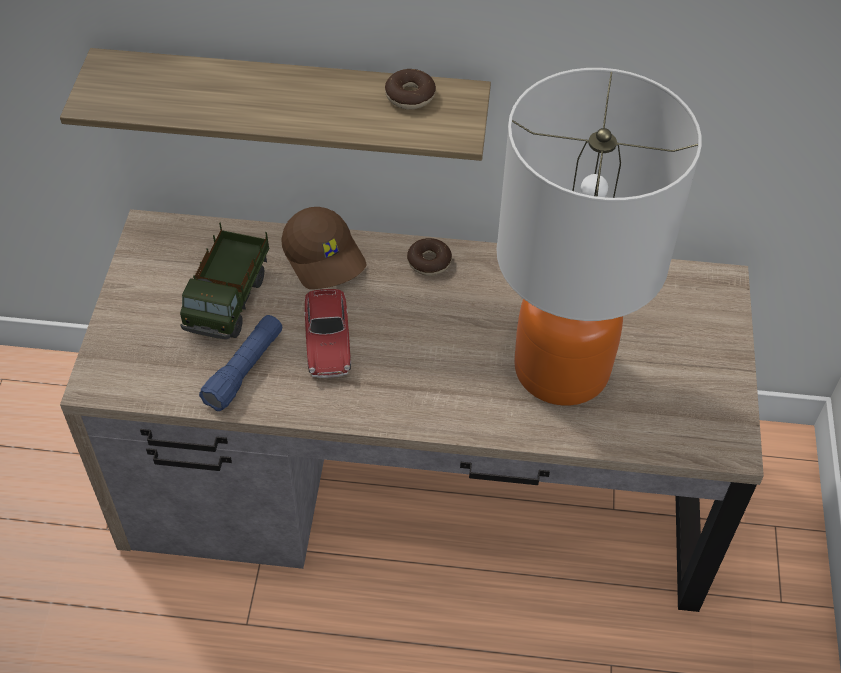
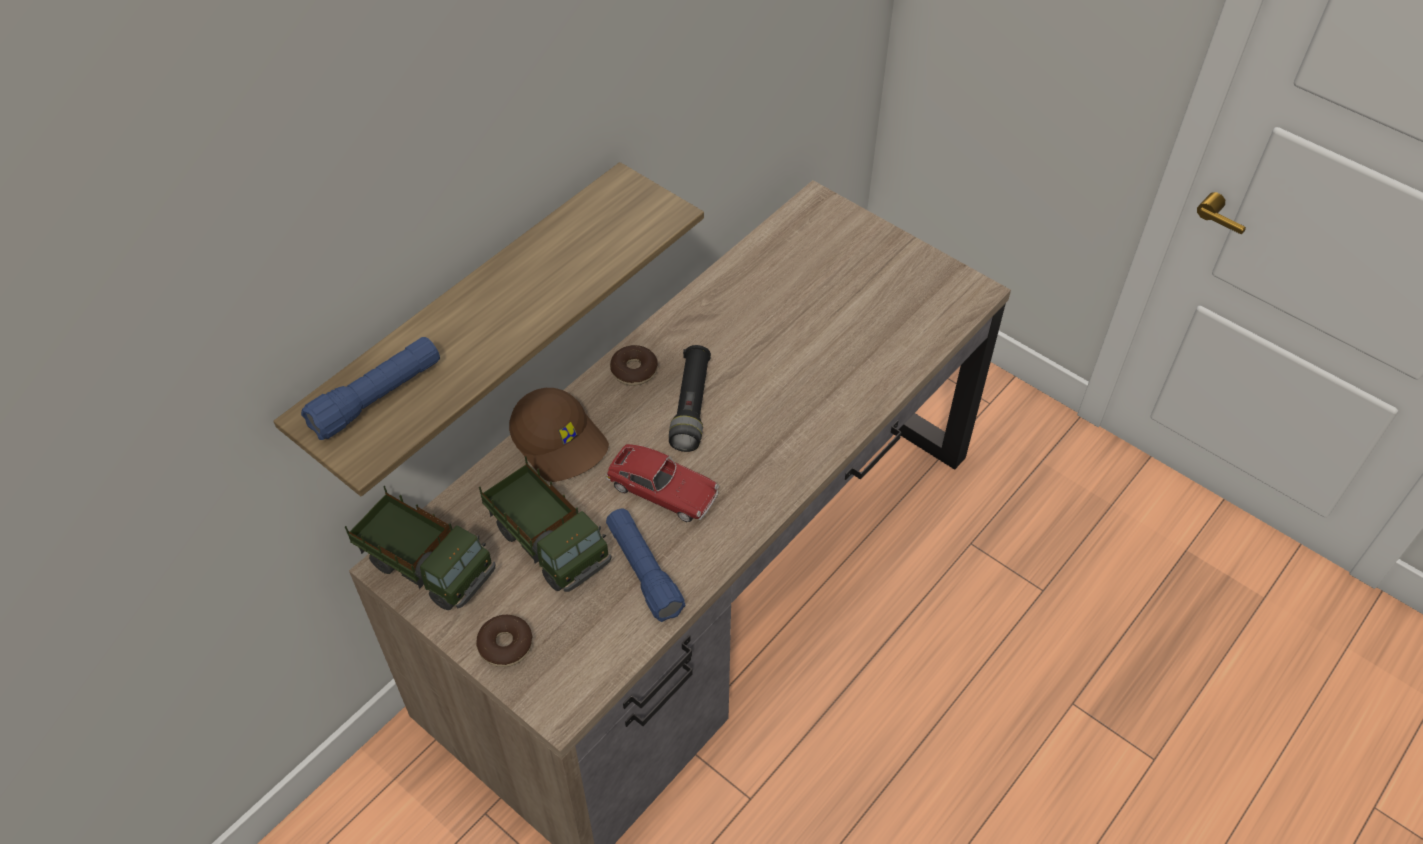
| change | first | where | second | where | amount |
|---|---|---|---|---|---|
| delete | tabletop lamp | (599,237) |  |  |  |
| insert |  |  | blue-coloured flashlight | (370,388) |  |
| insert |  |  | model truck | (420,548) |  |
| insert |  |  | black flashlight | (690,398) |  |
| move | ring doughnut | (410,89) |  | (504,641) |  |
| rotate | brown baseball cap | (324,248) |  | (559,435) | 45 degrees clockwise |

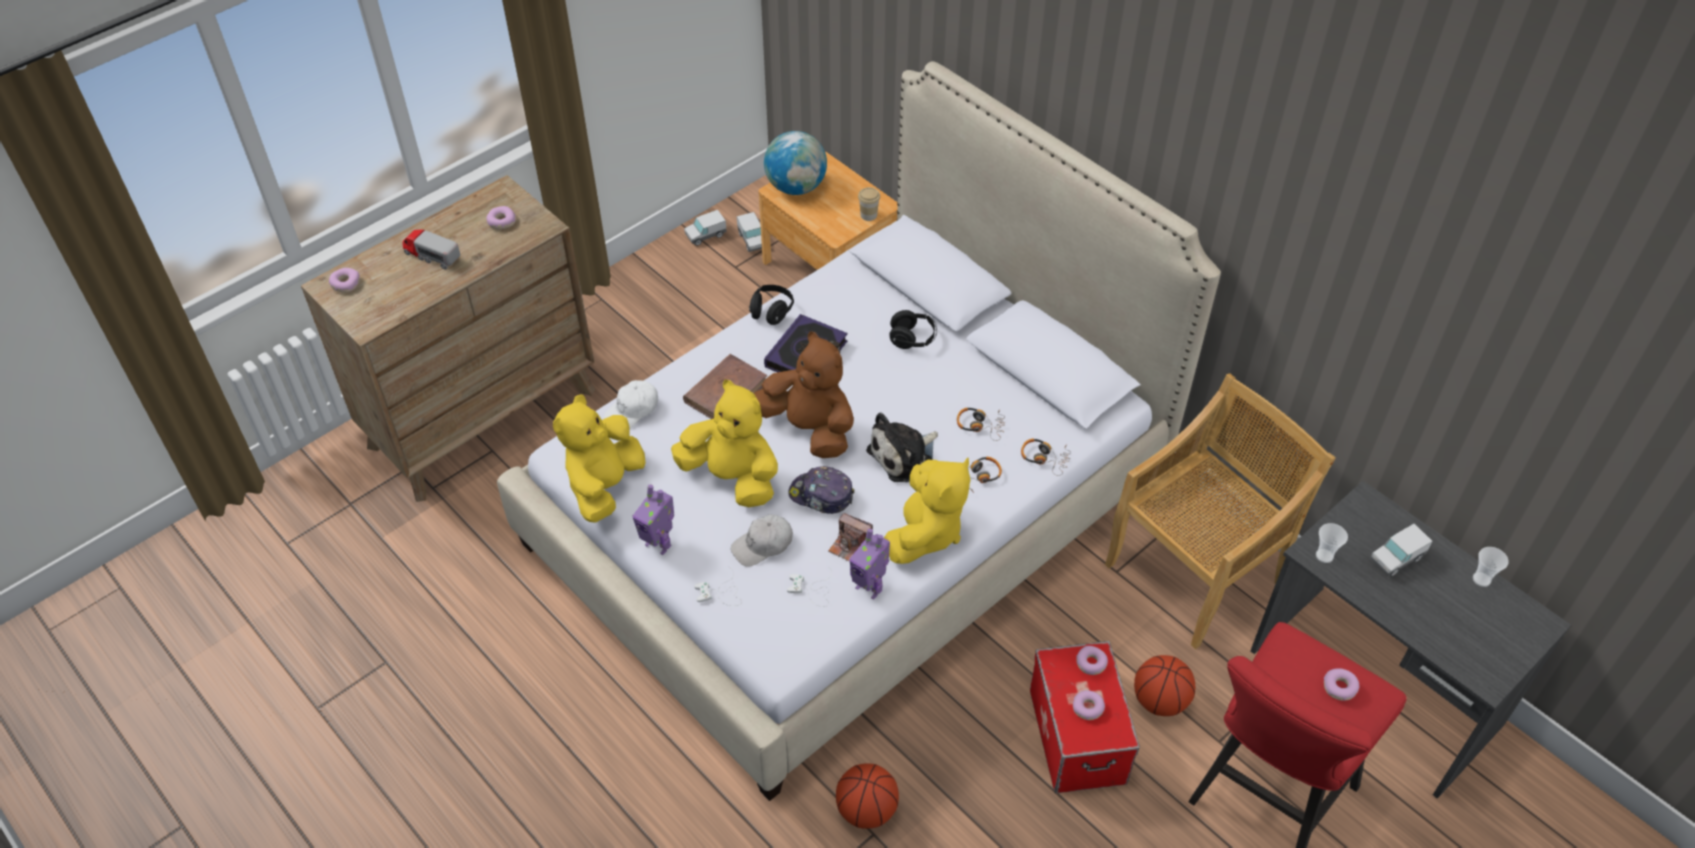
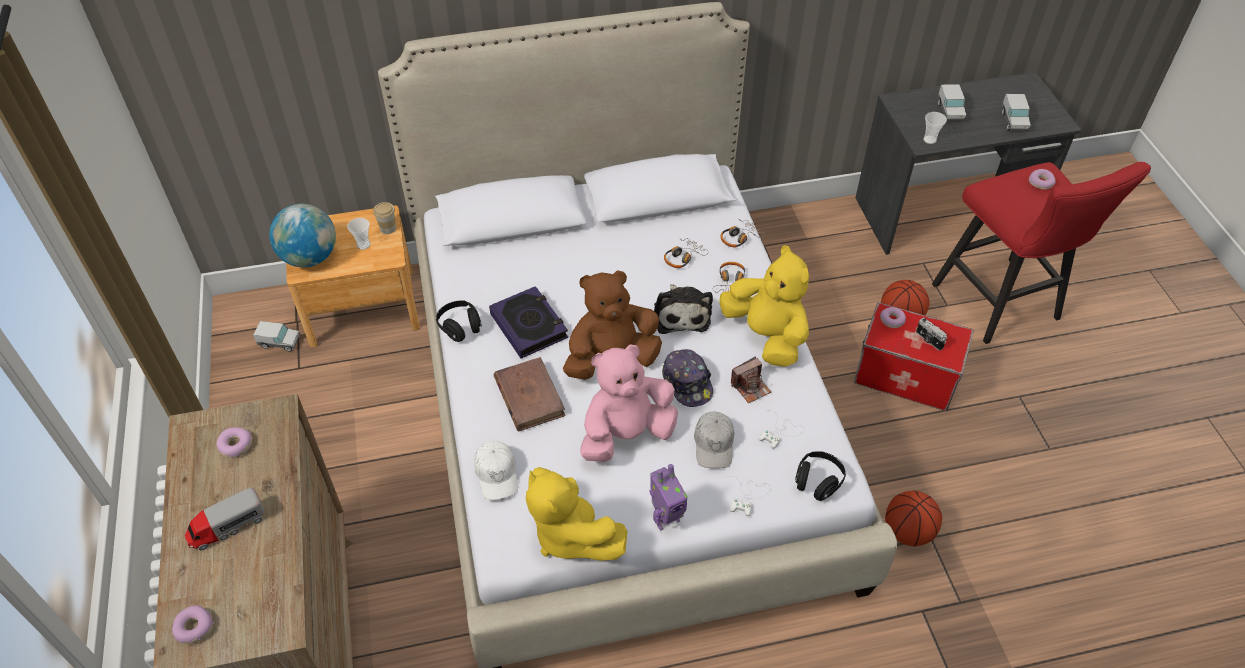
| change | first | where | second | where | amount |
|---|---|---|---|---|---|
| delete | model robot | (870,564) |  |  |  |
| delete | sand-coloured upright chair | (1220,511) |  |  |  |
| move | model truck | (705,228) |  | (1016,112) |  |
| move | black pair of headphones | (913,329) |  | (820,476) |  |
| move | small cup | (1491,567) |  | (358,234) |  |
| replace | ring doughnut | (1089,705) | still camera | (931,334) |  |
| recolor | yellowish plush toy | (724,443) | pink plush toy | (629,403) |  |
| rotate | baseball cap | (821,490) |  | (687,378) | 75 degrees counterclockwise |

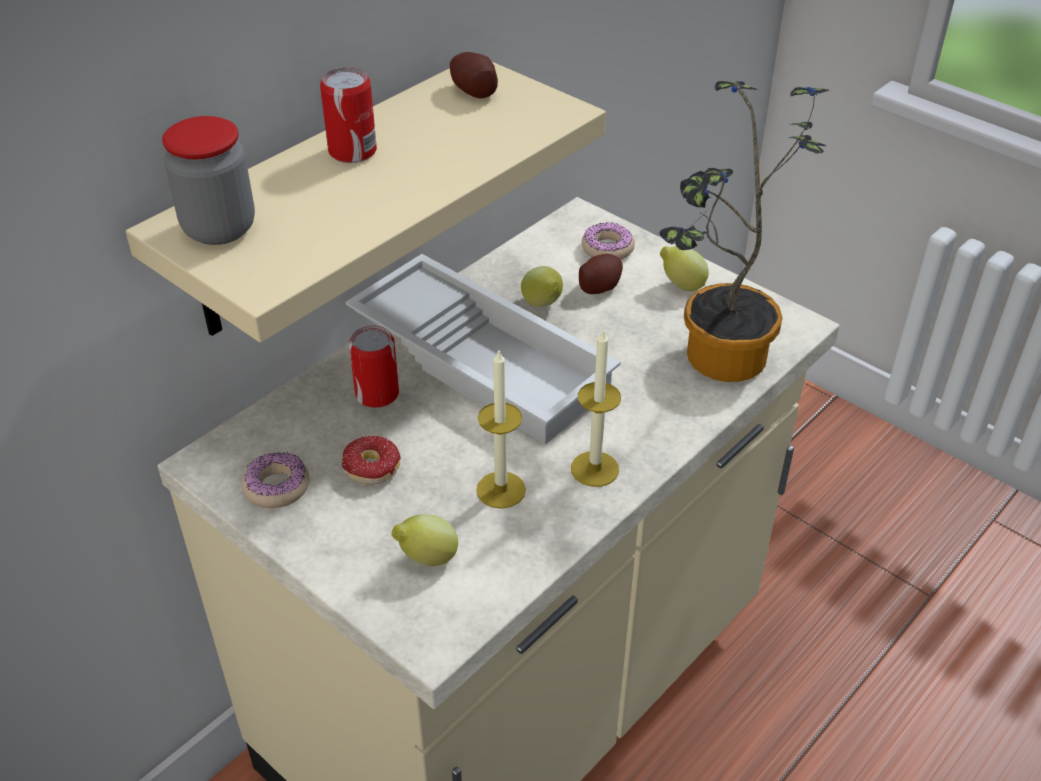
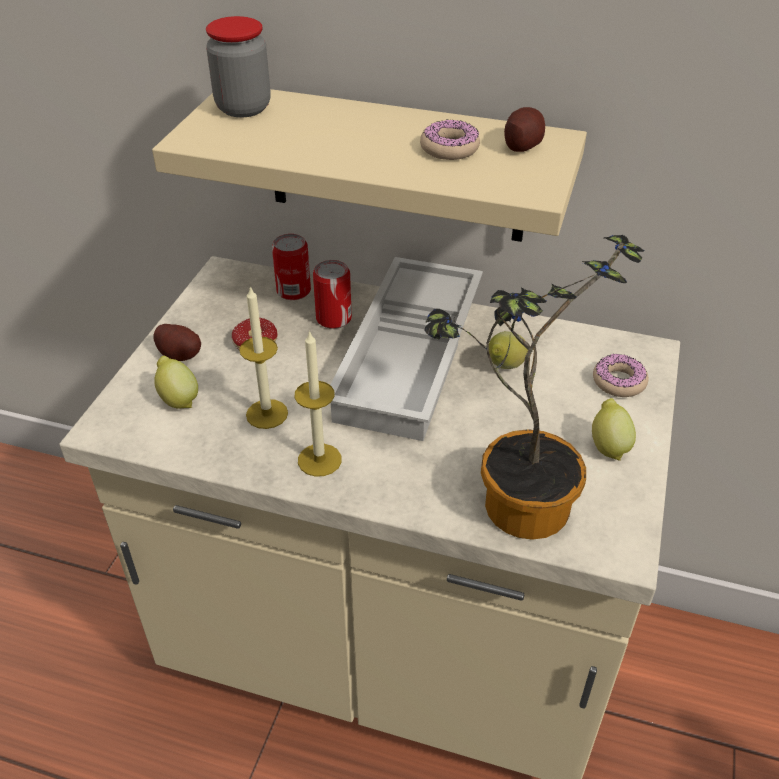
| change | first | where | second | where | amount |
|---|---|---|---|---|---|
| move | ring doughnut | (276,480) |  | (450,140) |  |
| move | metal can | (348,115) |  | (291,267) |  |
| move | potato | (601,274) |  | (177,342) |  |

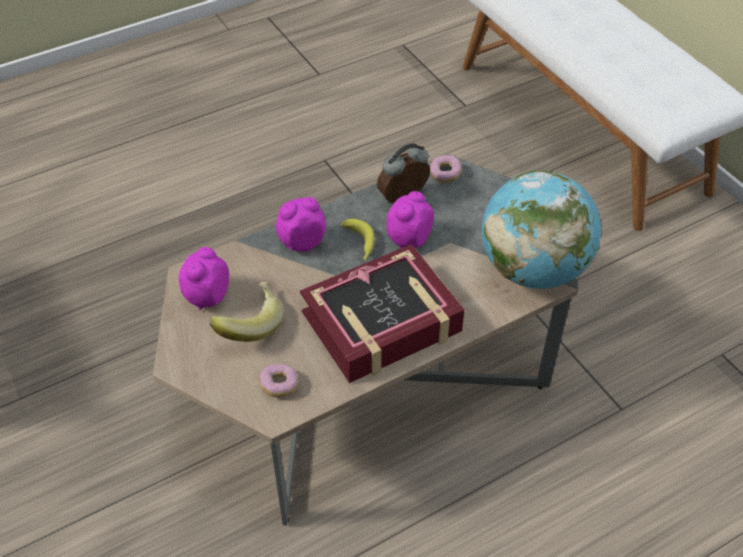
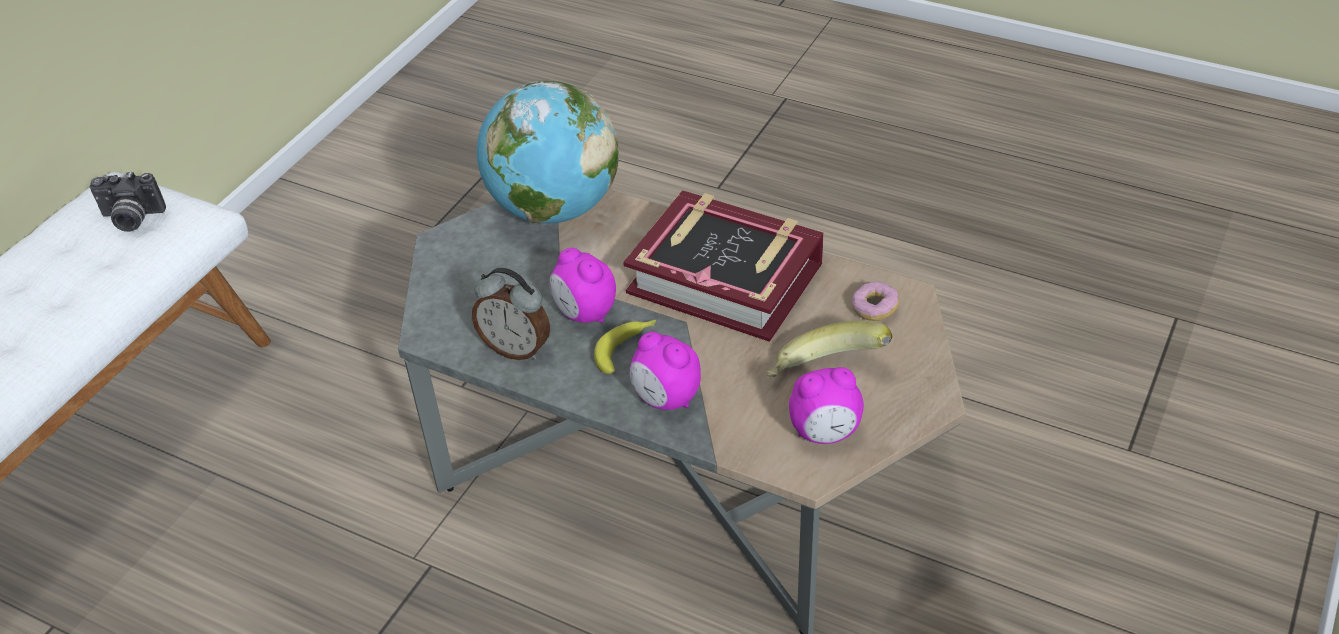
| change | first | where | second | where | amount |
|---|---|---|---|---|---|
| delete | ring doughnut | (446,169) |  |  |  |
| insert |  |  | still camera | (128,202) |  |
| rotate | bedside clock | (410,220) |  | (583,285) | 45 degrees clockwise |

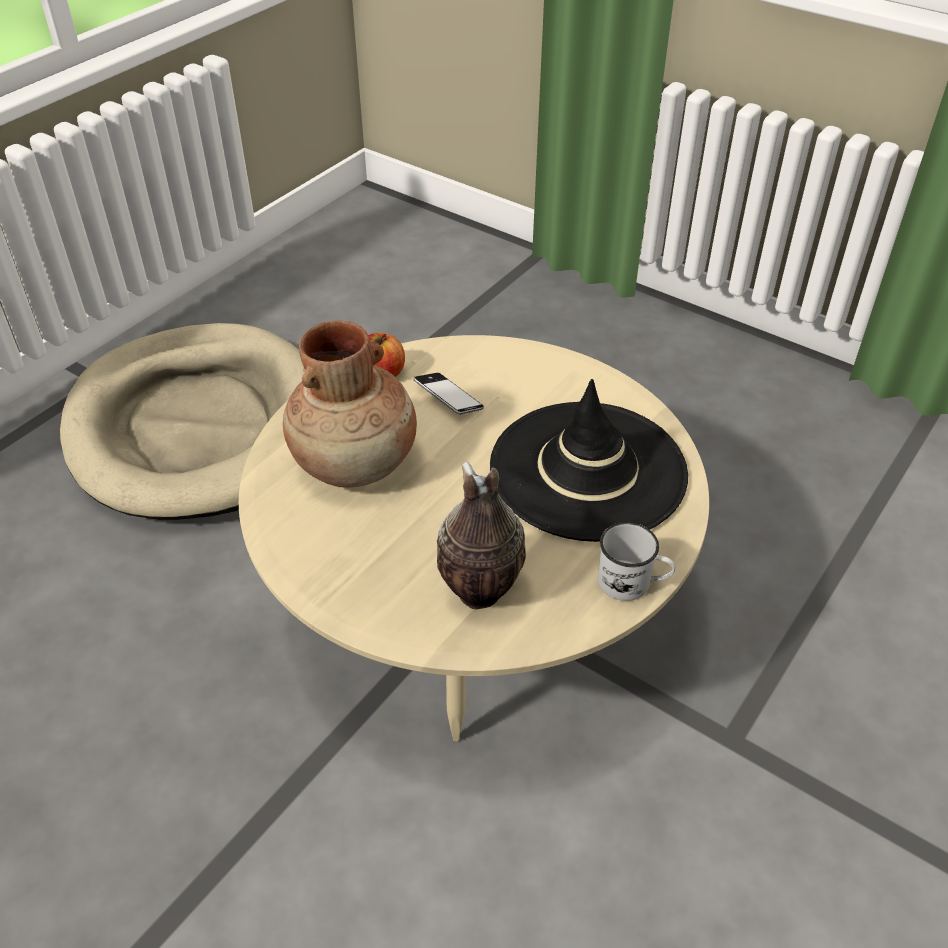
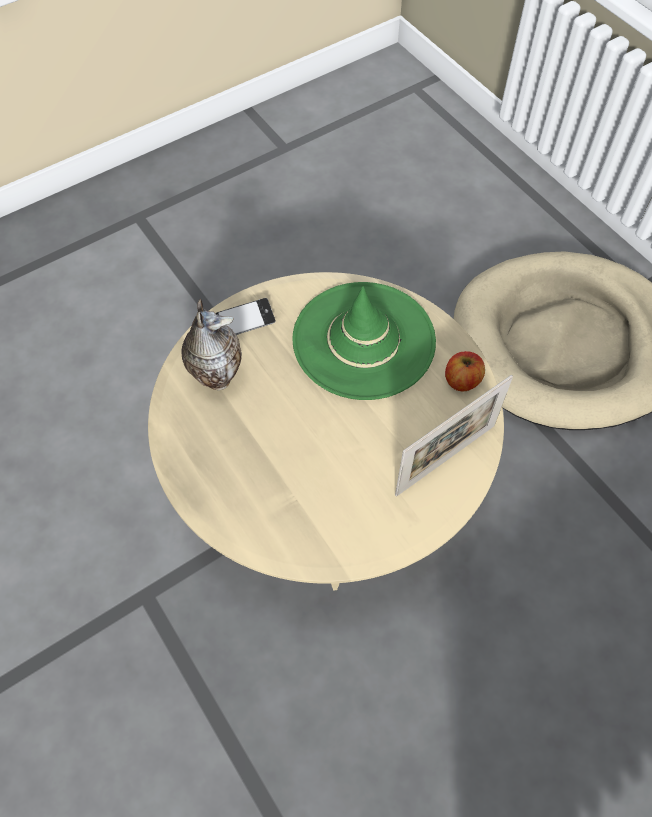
| change | first | where | second | where | amount |
|---|---|---|---|---|---|
| delete | black hat | (589,460) |  |  |  |
| delete | whitish coffee mug | (636,561) |  |  |  |
| insert |  |  | standing frame | (454,435) |  |
| move | handset | (449,393) |  | (245,316) |  |
| replace | brown vase | (350,404) | green hat | (364,341) |  |

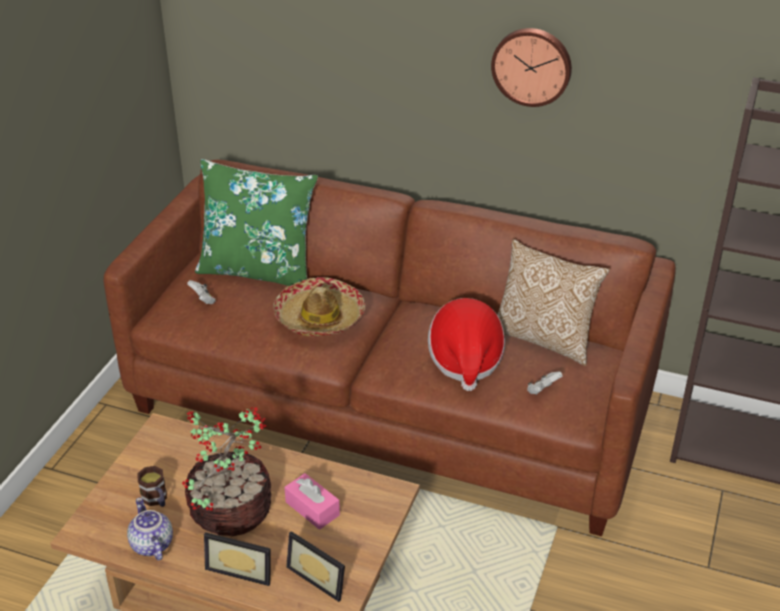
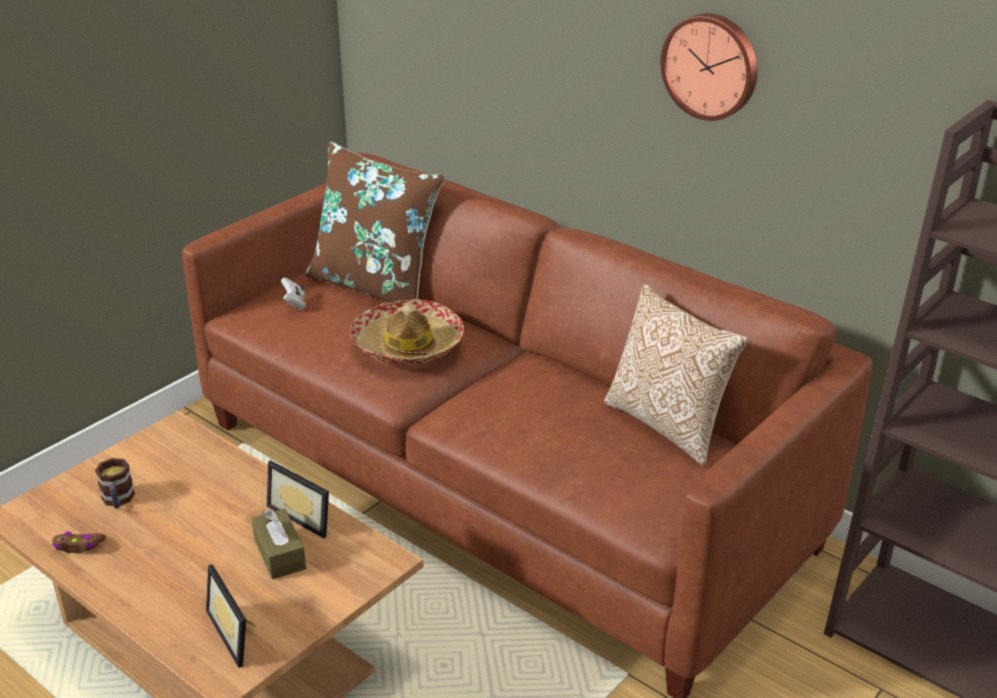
| change | first | where | second | where | amount |
|---|---|---|---|---|---|
| delete | houseplant | (226,472) |  |  |  |
| delete | hat | (466,344) |  |  |  |
| delete | whitish game controller | (545,383) |  |  |  |
| move | standing frame | (237,559) |  | (298,499) |  |
| replace | teapot | (150,529) | brown game controller | (79,542) |  |
| recolor | green throw pillow | (256,222) | brown throw pillow | (375,222) |  |
| recolor | pink box of tissues | (312,501) | brown box of tissues | (278,543) |  |

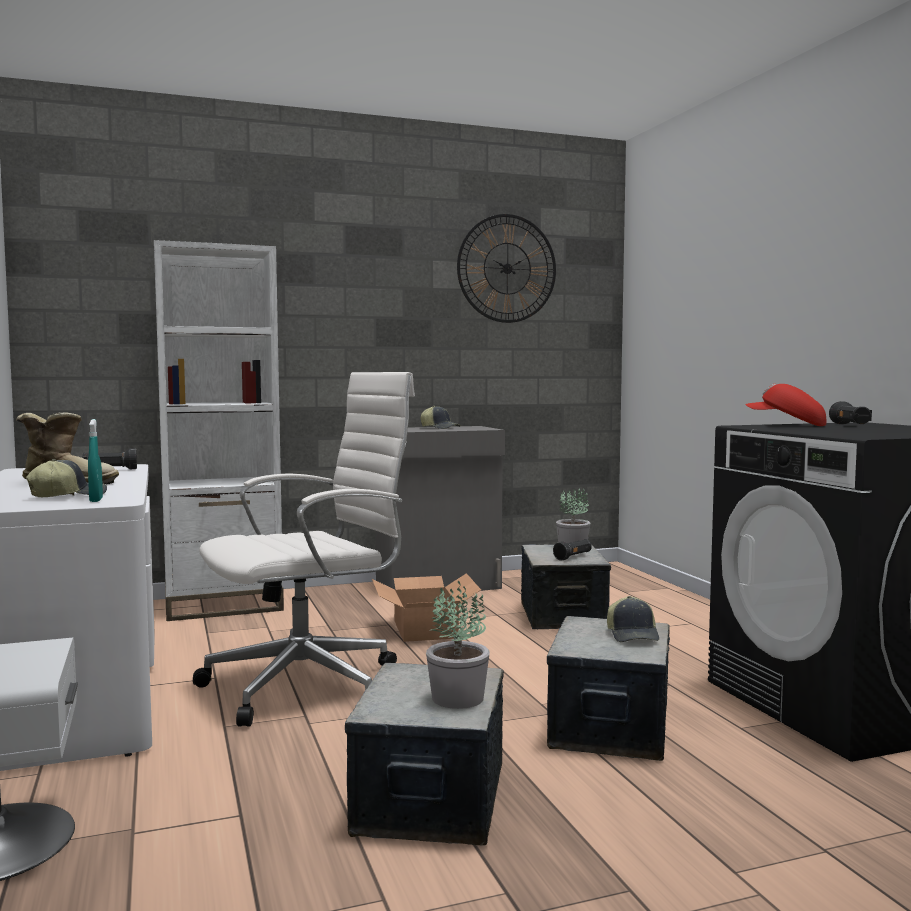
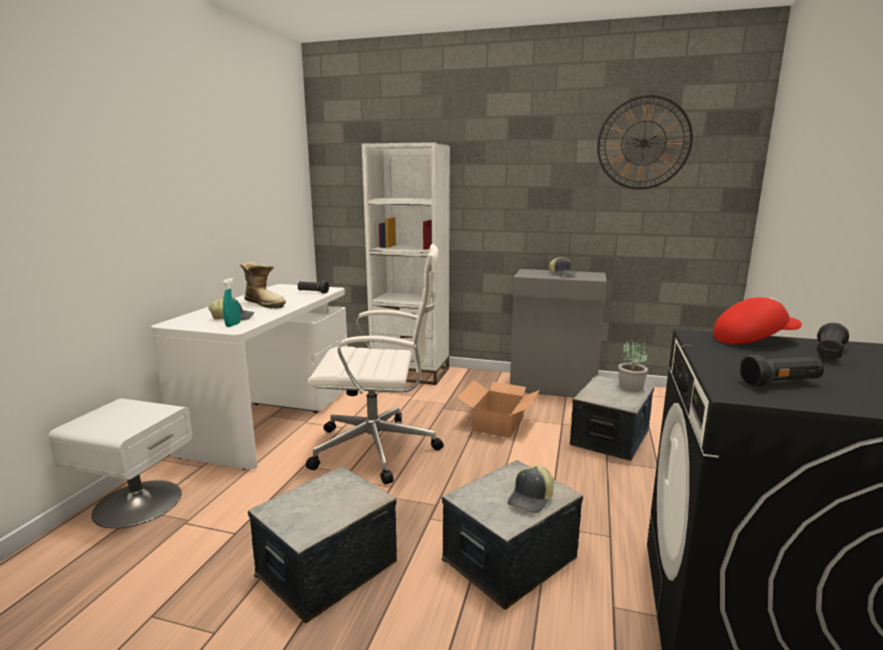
| change | first | where | second | where | amount |
|---|---|---|---|---|---|
| delete | houseplant | (458,645) |  |  |  |
| move | black flashlight | (572,550) |  | (781,371) |  |
| rotate | red baseball cap | (785,405) |  | (757,320) | 105 degrees clockwise |

